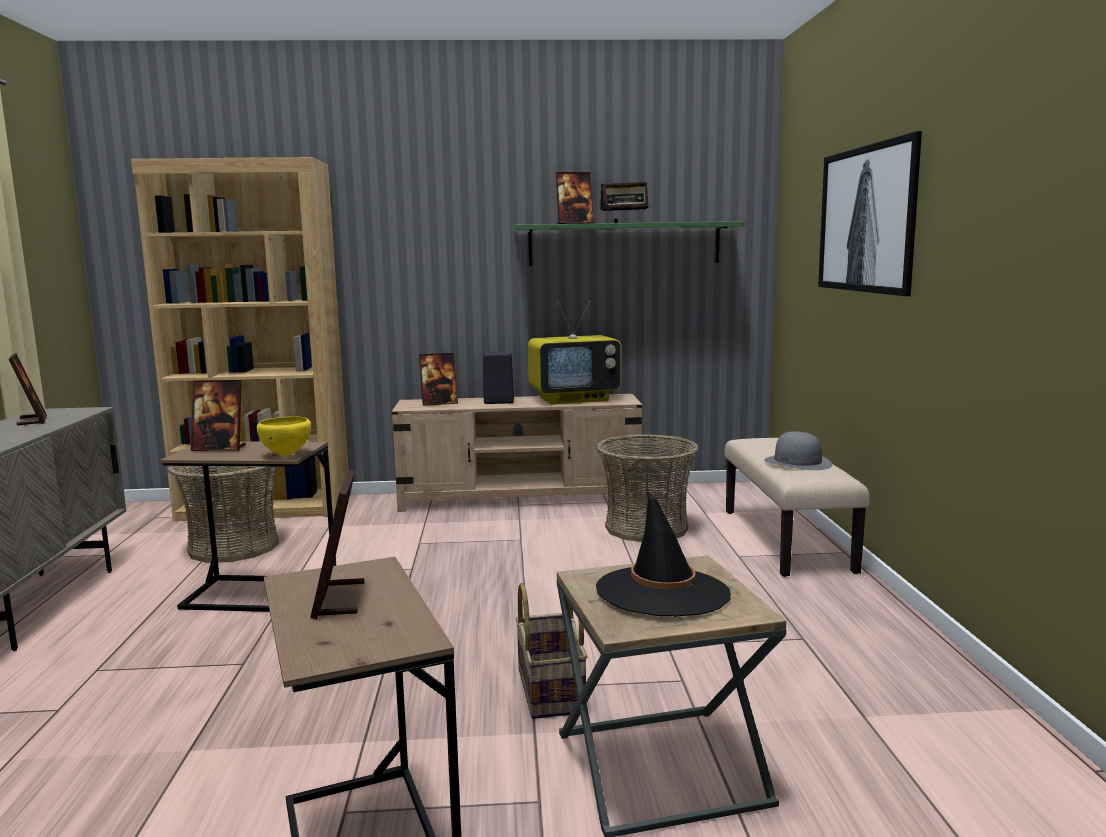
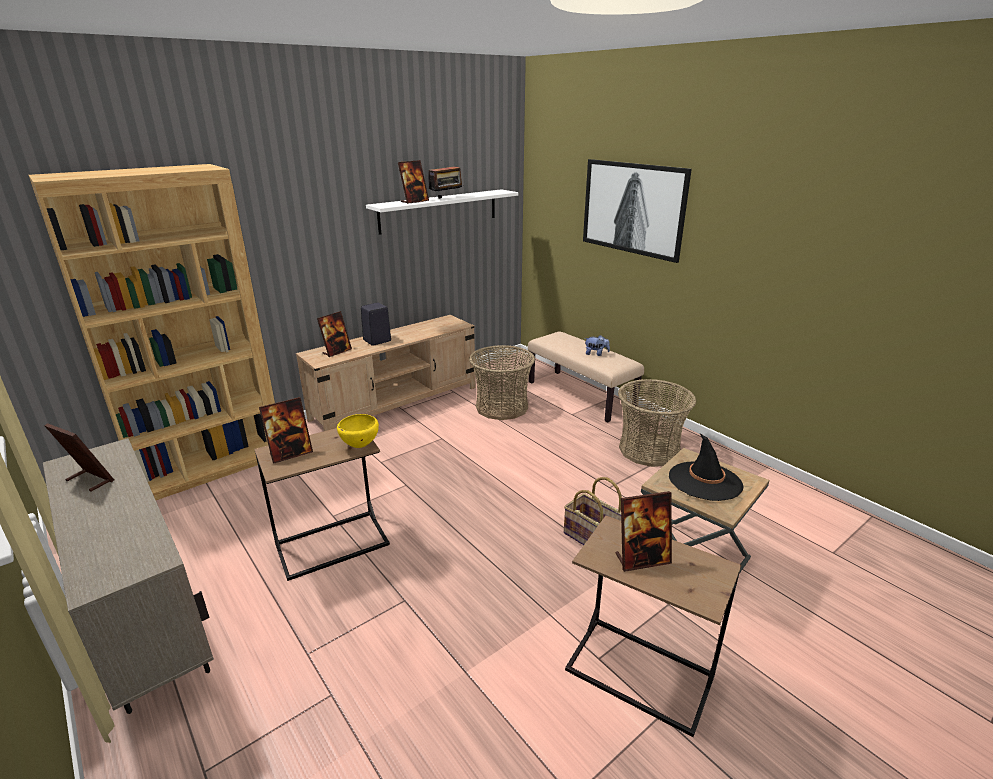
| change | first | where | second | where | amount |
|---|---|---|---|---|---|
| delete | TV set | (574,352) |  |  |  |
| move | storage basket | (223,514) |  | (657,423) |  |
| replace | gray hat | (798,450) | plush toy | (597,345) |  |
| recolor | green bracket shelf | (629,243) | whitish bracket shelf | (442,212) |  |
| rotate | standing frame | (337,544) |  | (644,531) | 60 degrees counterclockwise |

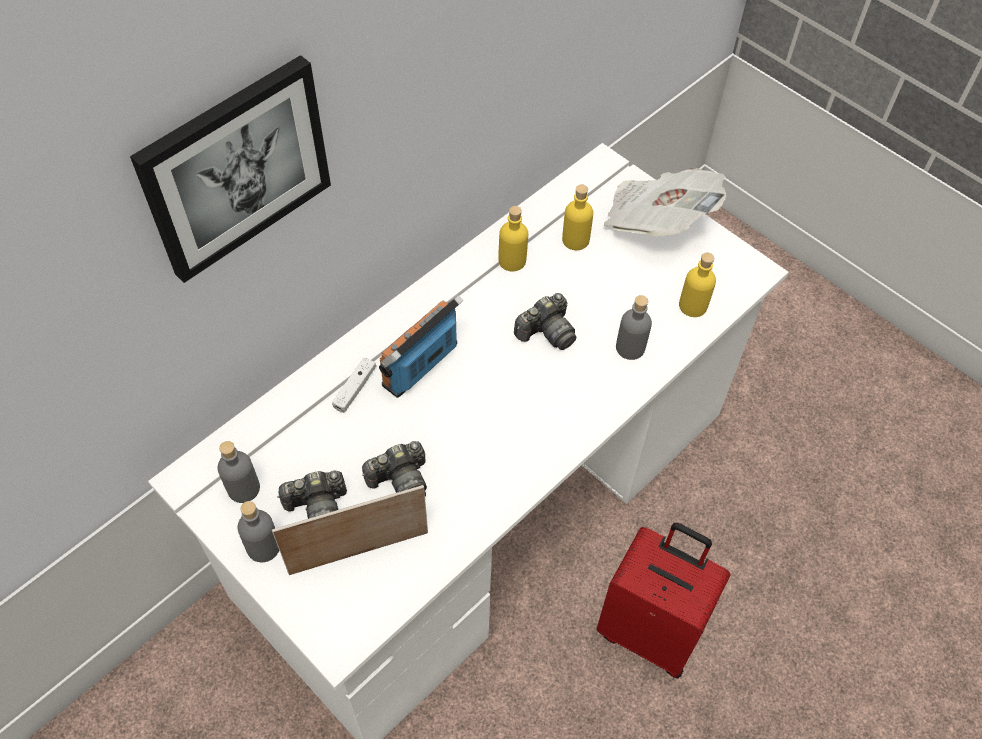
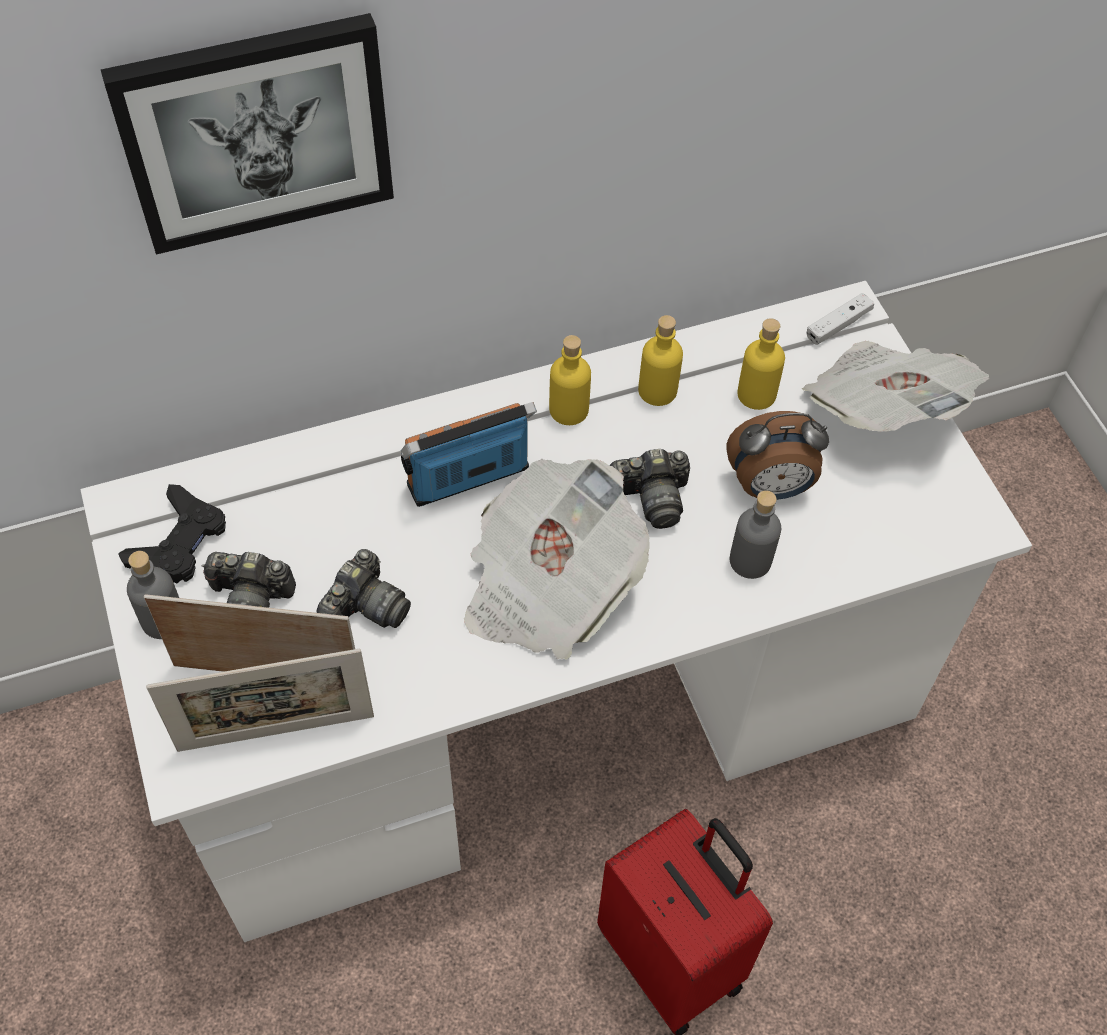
| change | first | where | second | where | amount |
|---|---|---|---|---|---|
| insert |  |  | standing frame | (260,700) |  |
| insert |  |  | printed paper | (557,559) |  |
| insert |  |  | bedside clock | (777,455) |  |
| move | whitish game controller | (354,385) |  | (840,319) |  |
| move | yellowish bottle | (697,285) |  | (570,380) |  |
| replace | gray bottle | (239,472) | black game controller | (172,533) |  |
| rotate | still camera | (394,469) |  | (364,588) | 60 degrees counterclockwise |

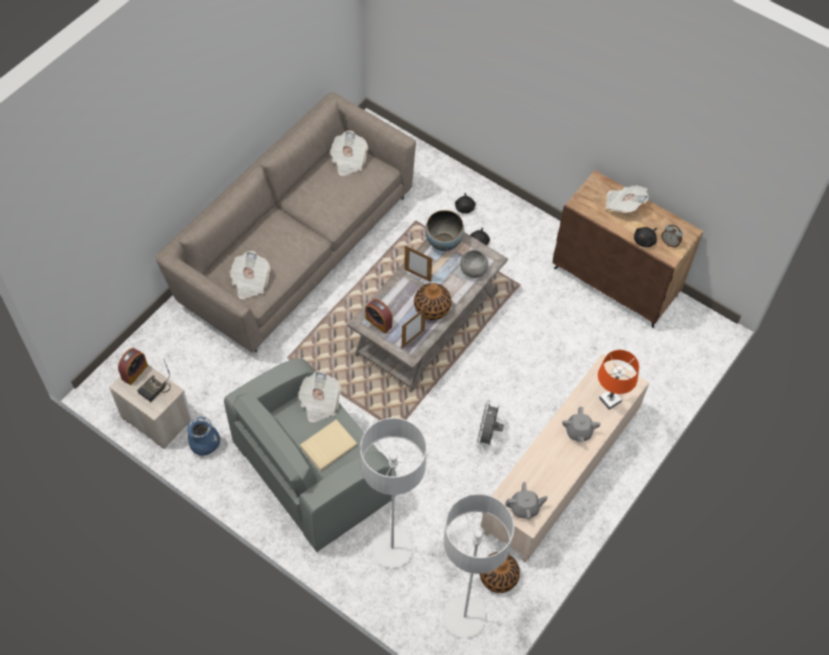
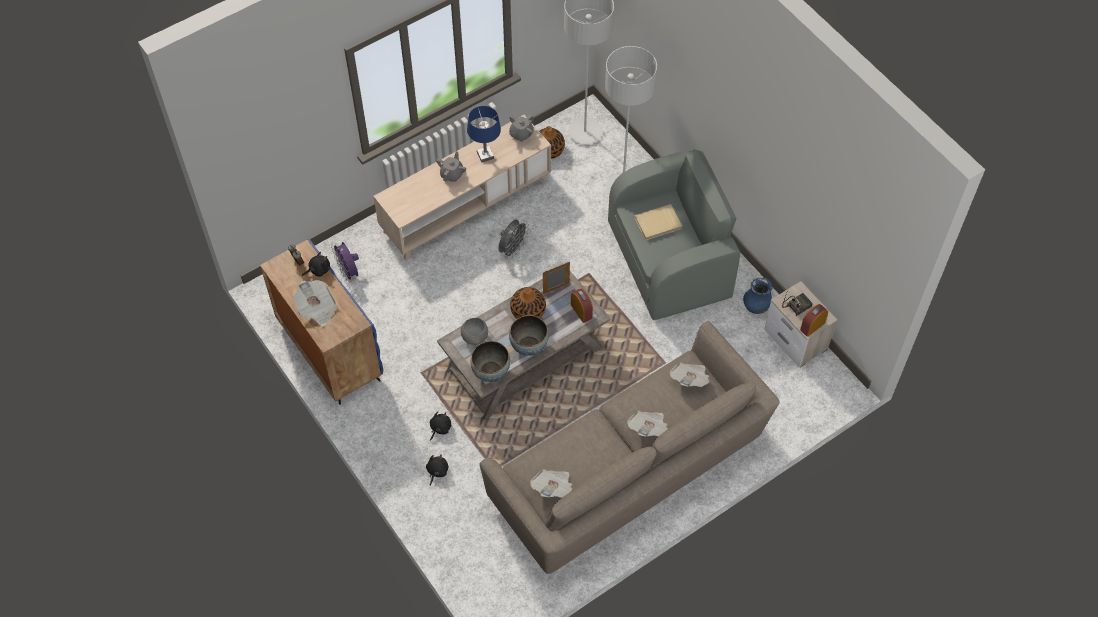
| change | first | where | second | where | amount |
|---|---|---|---|---|---|
| delete | orange tabletop lamp | (618,380) |  |  |  |
| insert |  |  | purplish cooling fan | (345,262) |  |
| insert |  |  | blue-coloured tabletop lamp | (484,134) |  |
| move | printed paper | (319,397) |  | (647,424) |  |
| replace | standing frame | (418,263) | bowl | (529,335) |  |
| recolor | brown cabinet | (627,249) | blue-coloured cabinet | (321,322) |  |
| rotate | gray teapot | (526,500) |  | (521,128) | 60 degrees counterclockwise |

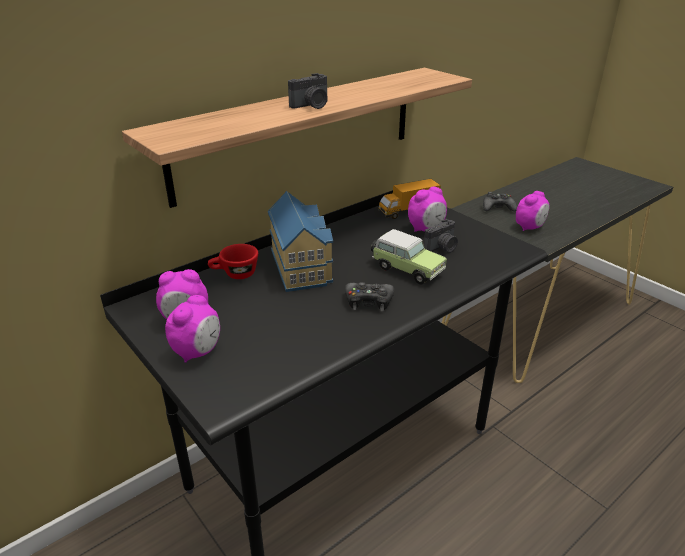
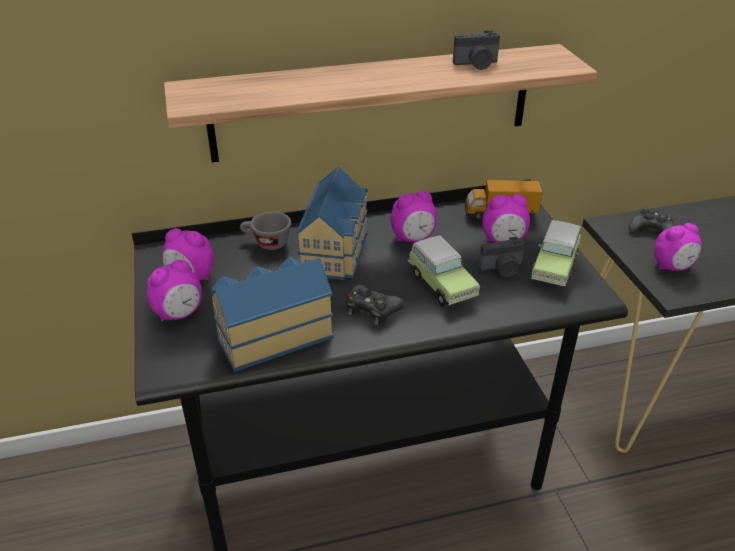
| change | first | where | second | where | amount |
|---|---|---|---|---|---|
| insert |  |  | model house | (272,314) |  |
| insert |  |  | bedside clock | (413,216) |  |
| insert |  |  | model car | (556,254) |  |
| move | still camera | (308,91) |  | (476,50) |  |
| recolor | red small cup | (233,261) | gray small cup | (265,230) |  |

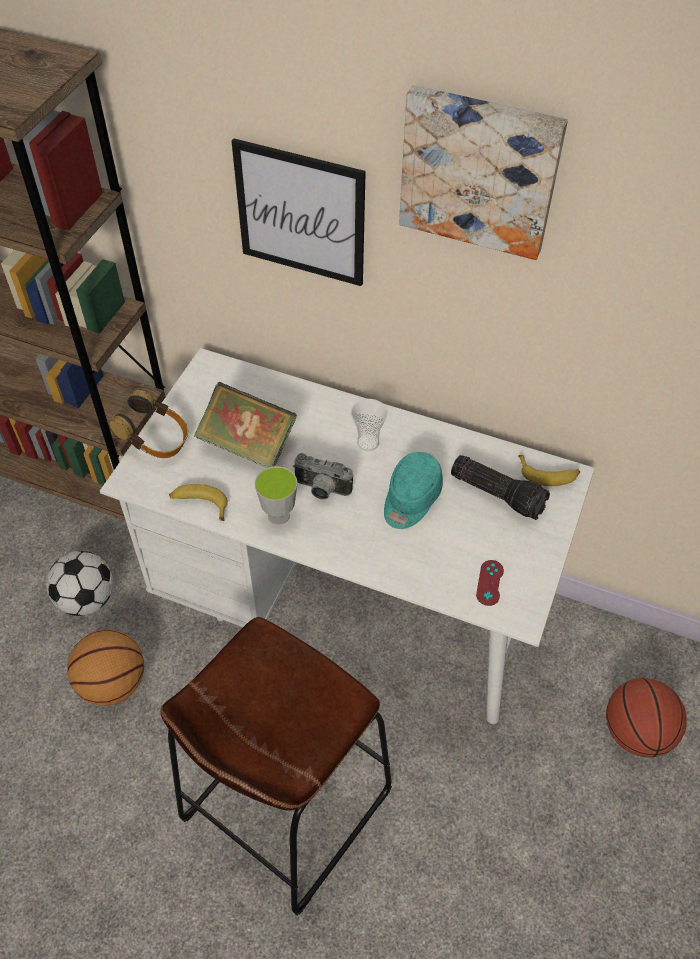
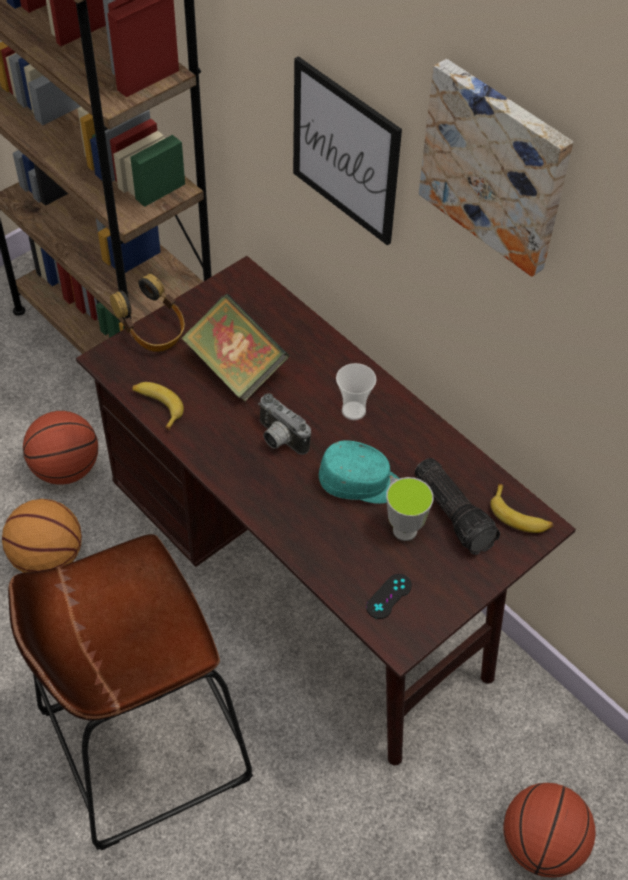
| change | first | where | second | where | amount |
|---|---|---|---|---|---|
| move | small cup | (276,495) |  | (410,509) |  |
| replace | football | (79,583) | ball for basketball | (60,448) |  |
| recolor | whitish desk unit | (347,536) | brown desk unit | (326,510) |  |
| recolor | red game controller | (490,583) | black game controller | (389,596) |  |
| rotate | blue-green baseball cap | (413,490) |  | (359,472) | 135 degrees counterclockwise |

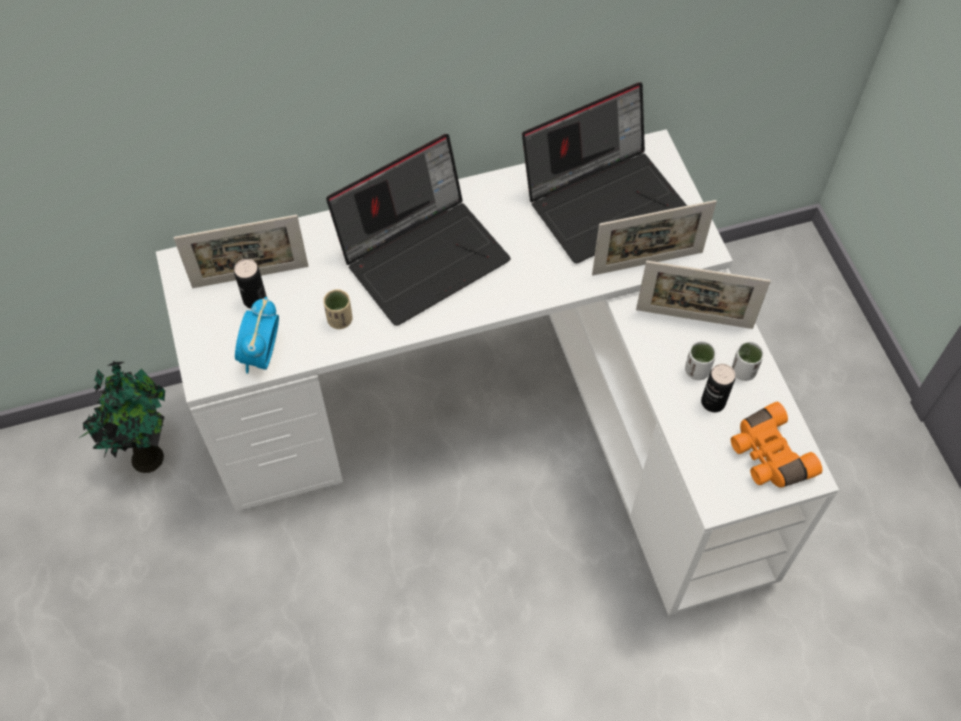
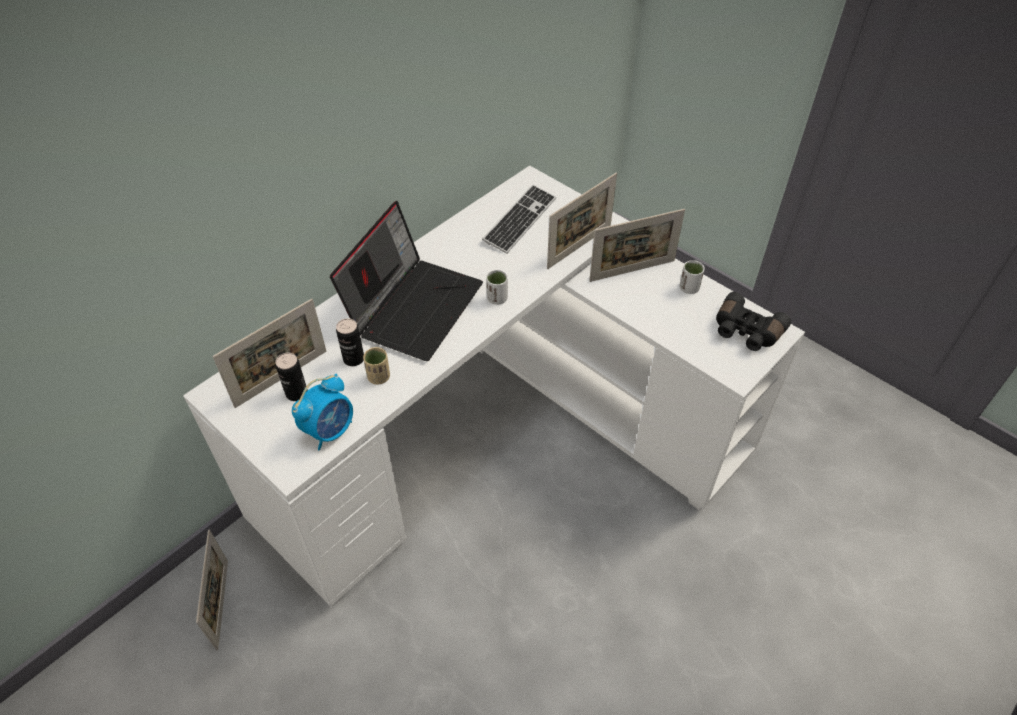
| change | first | where | second | where | amount |
|---|---|---|---|---|---|
| move | whitish small cup | (700,360) |  | (497,287) |  |
| move | metal can | (718,388) |  | (350,342) |  |
| replace | houseplant | (122,417) | standing frame | (212,590) |  |
| replace | notebook computer | (604,172) | PC keyboard | (519,219) |  |
| recolor | orange pair of binoculars | (776,445) | black pair of binoculars | (753,321) |  |
| rotate | bedside clock | (257,335) |  | (322,412) | 120 degrees counterclockwise |

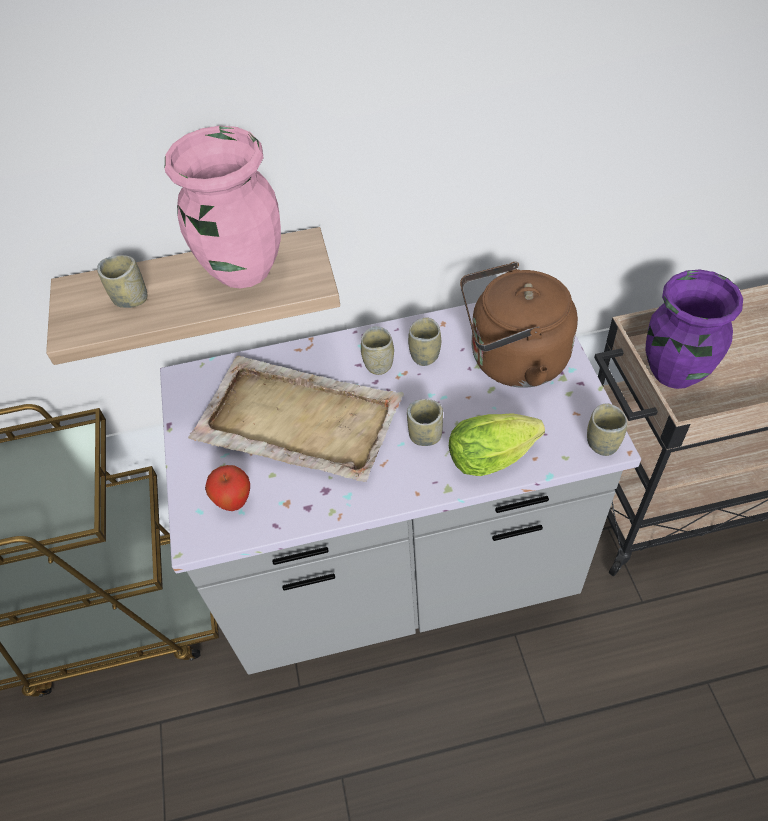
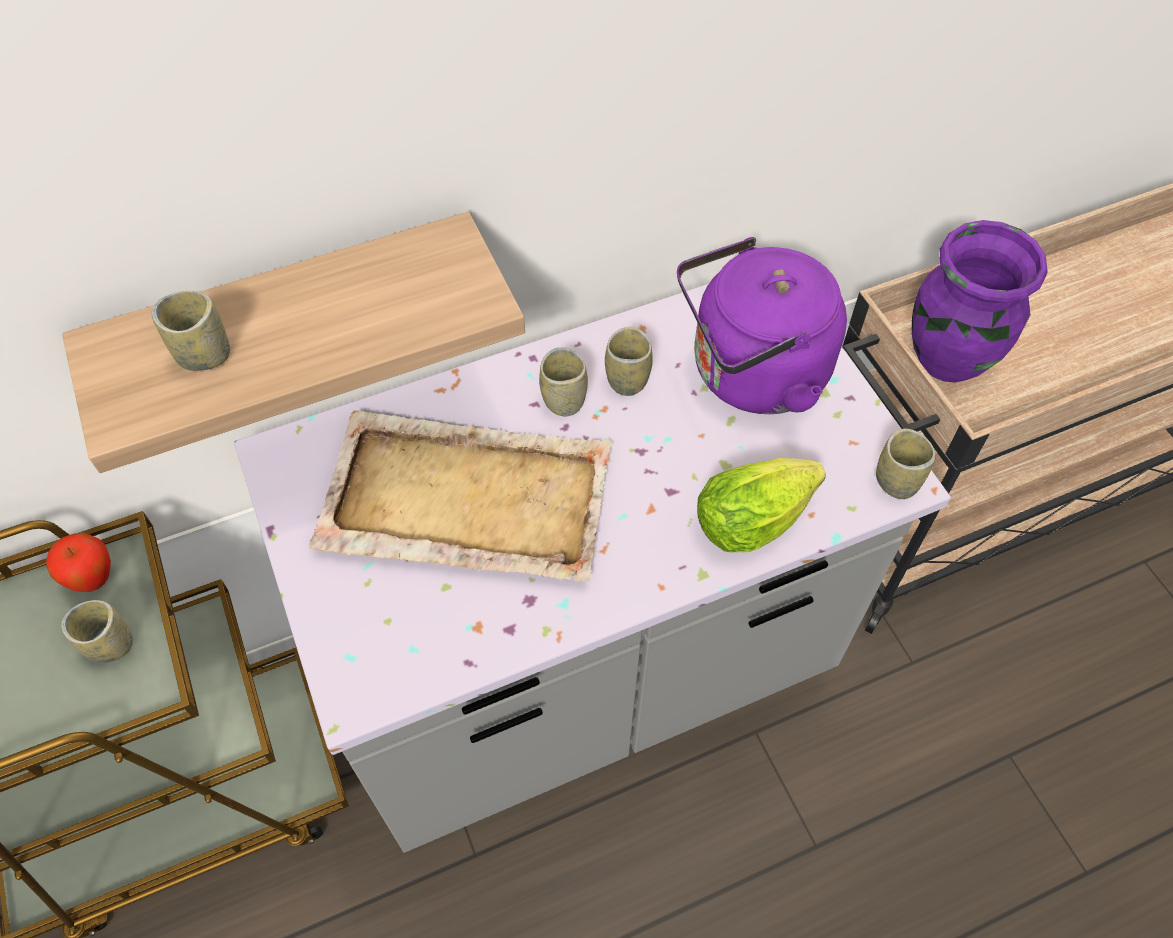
| change | first | where | second | where | amount |
|---|---|---|---|---|---|
| delete | pink vase | (223,207) |  |  |  |
| move | apple fruit | (227,488) |  | (78,562) |  |
| move | small cup | (425,422) |  | (97,631) |  |
| recolor | brown kettle | (519,325) | purplish kettle | (762,325) |  |

